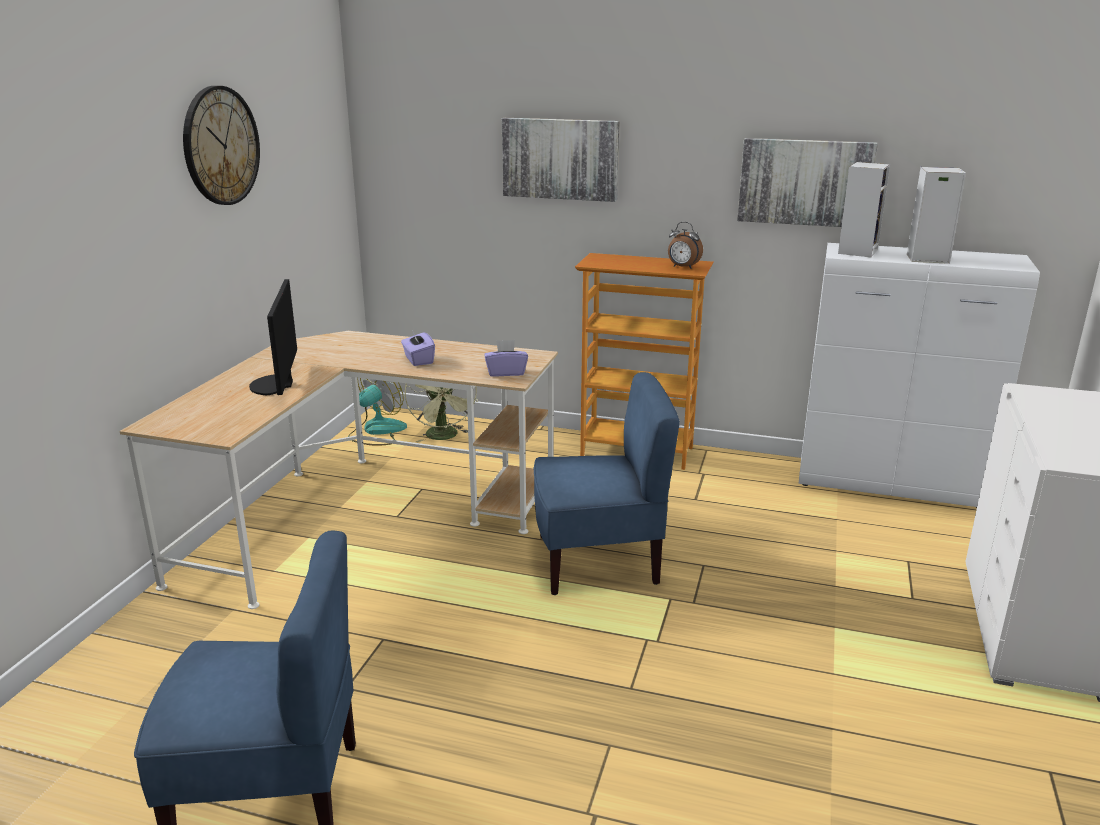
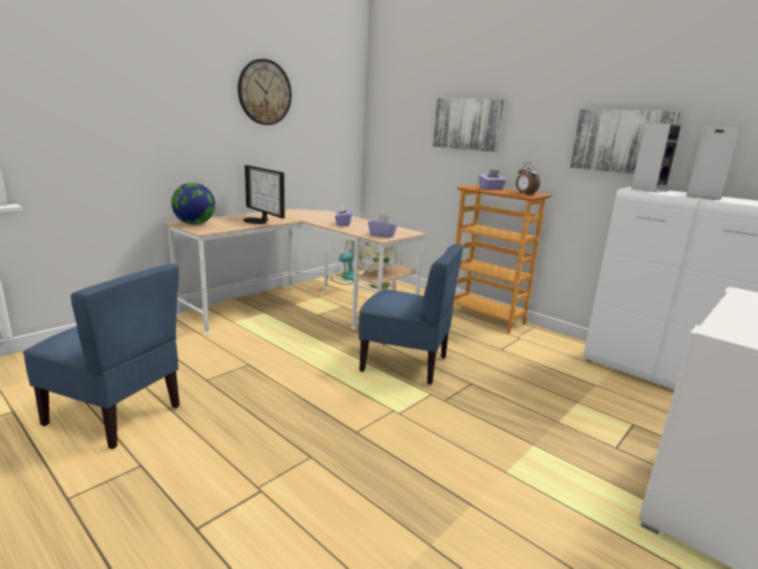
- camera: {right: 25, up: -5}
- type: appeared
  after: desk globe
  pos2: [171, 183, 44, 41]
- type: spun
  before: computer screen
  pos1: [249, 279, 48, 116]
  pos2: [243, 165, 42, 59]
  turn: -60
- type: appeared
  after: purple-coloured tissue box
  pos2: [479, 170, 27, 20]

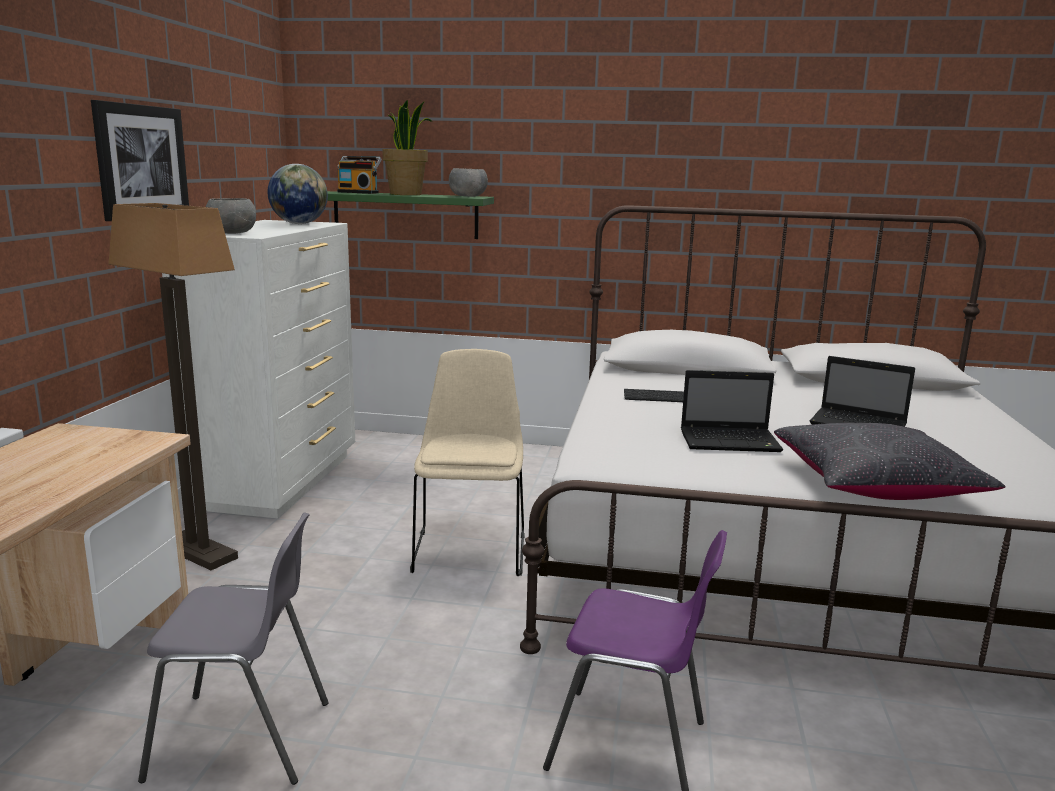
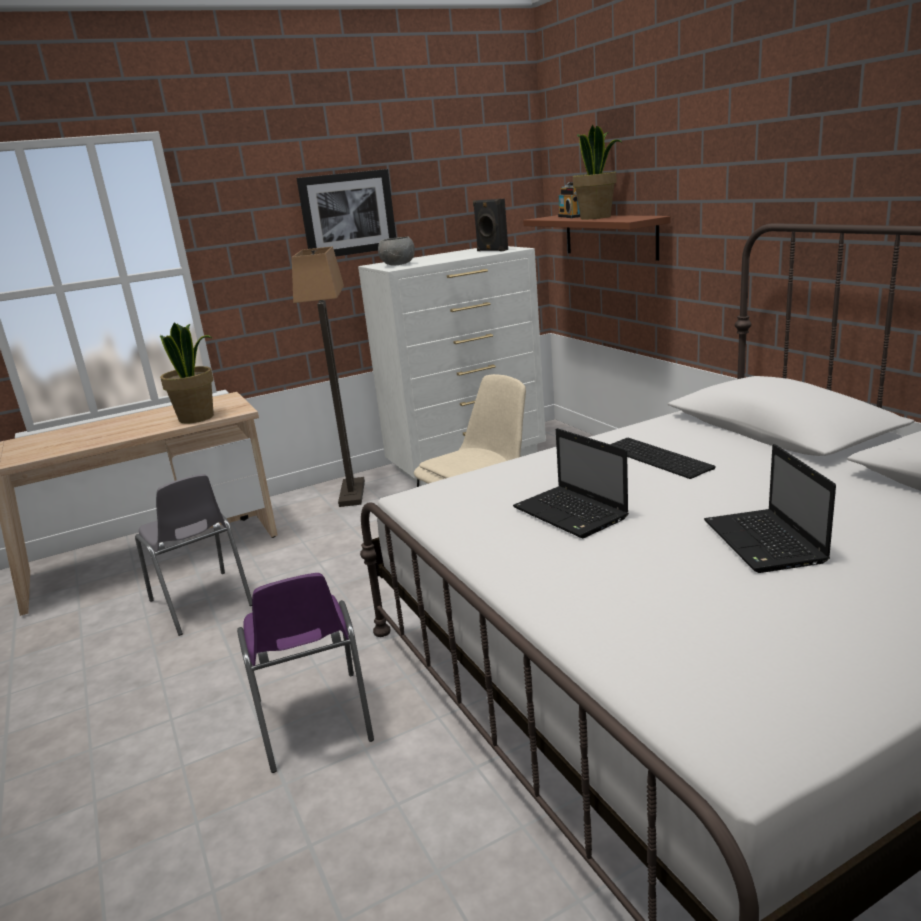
- camera: {right: 55, up: 5}
- type: appeared
  after: houseplant
  pos2: [160, 322, 54, 102]
- type: exchanged
  before: desk globe
  after: black-coloured speaker
  pos1: [268, 164, 60, 60]
  pos2: [473, 199, 35, 52]
- type: colour
  before: greenish wall shelf
  after: brown wall shelf
  pos1: [327, 191, 167, 48]
  pos2: [523, 215, 147, 46]
- type: missing
  before: grey serving bowl
  pos1: [449, 168, 39, 29]
- type: missing
  before: black-coloured cushion
  pos1: [774, 423, 232, 77]

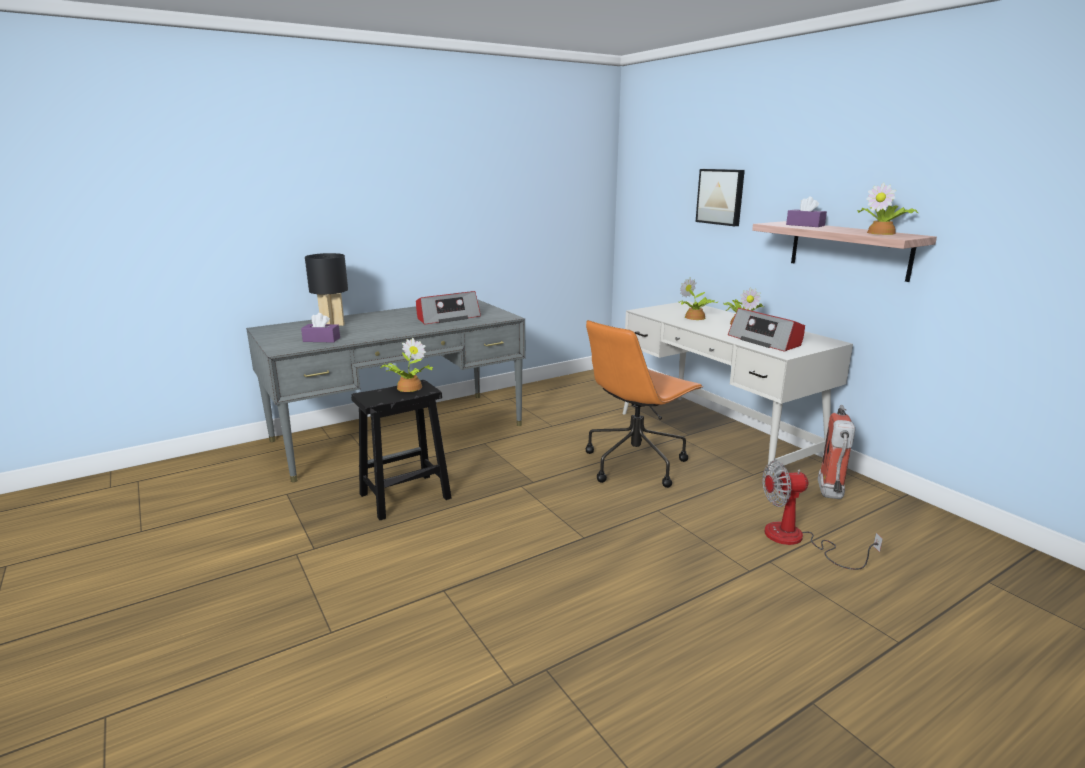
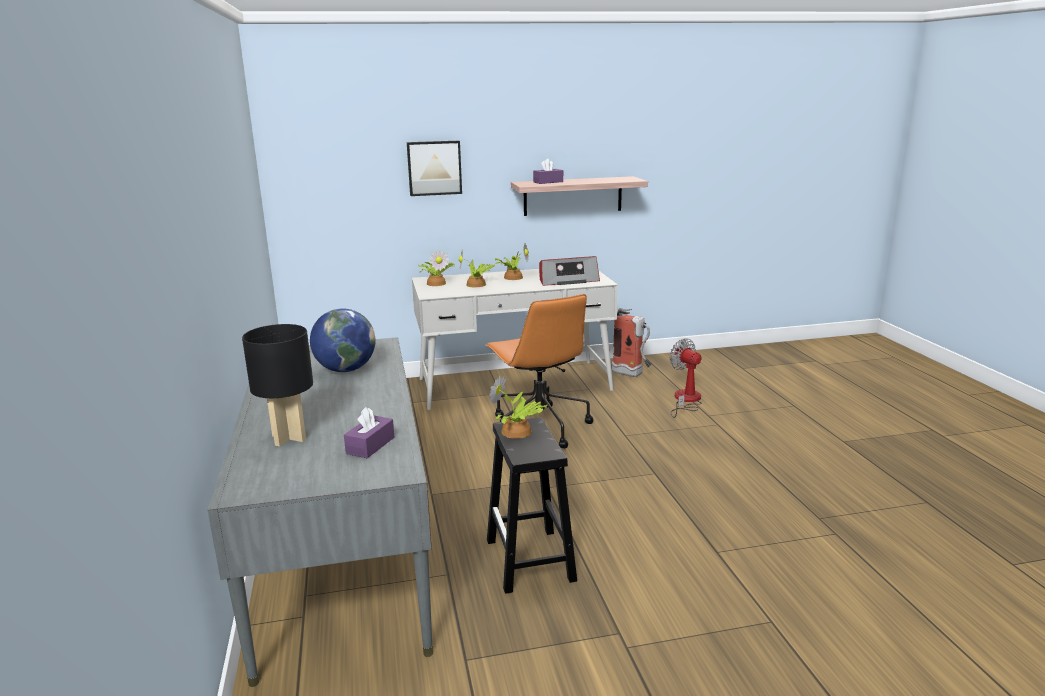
- camera: {right: -70, up: 0}
- type: exchanged
  before: radio set
  after: desk globe
  pos1: [416, 291, 65, 33]
  pos2: [310, 308, 65, 64]
- type: relocated
  before: houseplant
  pos1: [857, 182, 61, 53]
  pos2: [419, 250, 35, 36]
- type: spun
  before: cooling fan
  pos1: [762, 460, 121, 110]
  pos2: [670, 338, 32, 80]
  turn: 135

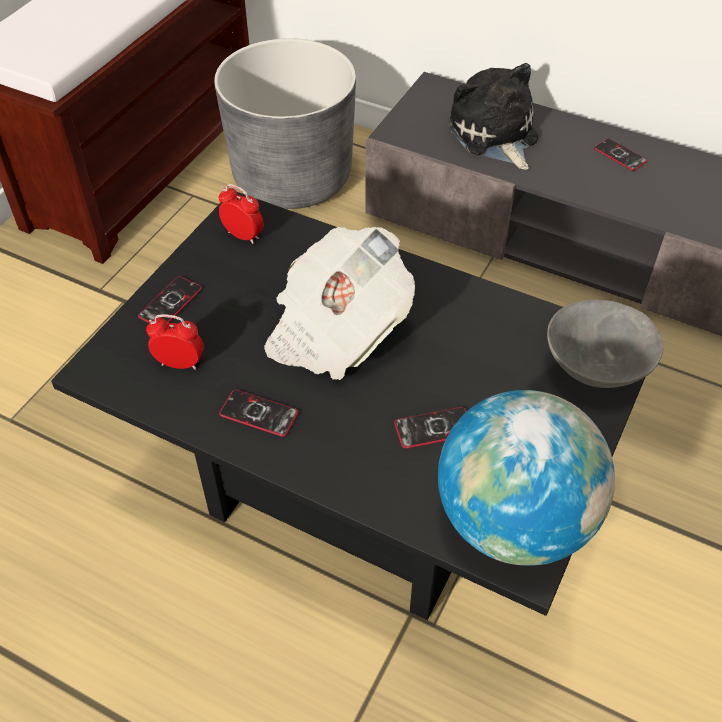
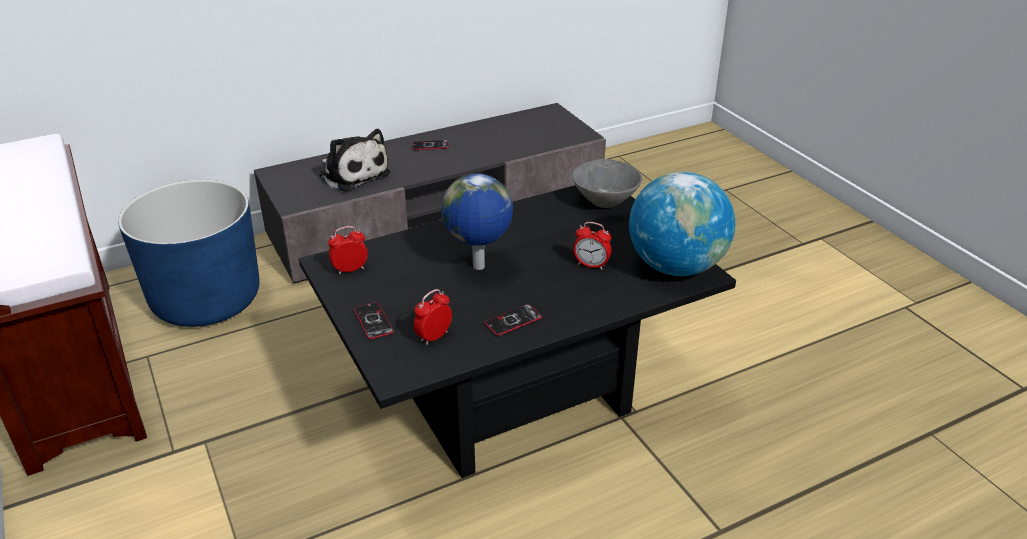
- camera: {right: -55, up: -15}
- type: colour
  before: grey flower pot
  after: bluish flower pot
  pos1: [214, 38, 142, 171]
  pos2: [118, 180, 142, 147]
- type: spun
  before: cuddly toy
  pos1: [449, 63, 89, 107]
  pos2: [320, 129, 70, 63]
  turn: -150
- type: exchanged
  before: newspaper
  after: desk globe
  pos1: [264, 227, 151, 153]
  pos2: [441, 174, 72, 96]
- type: exchanged
  before: handset
  after: alarm clock
  pos1: [394, 407, 72, 42]
  pos2: [573, 222, 38, 48]

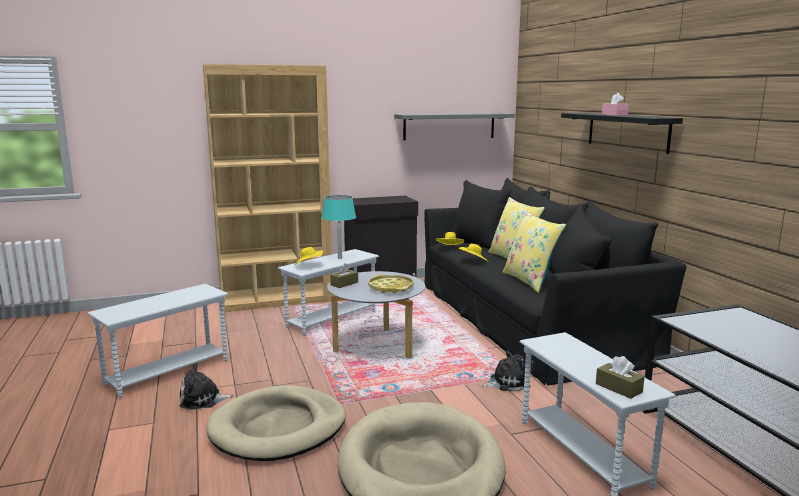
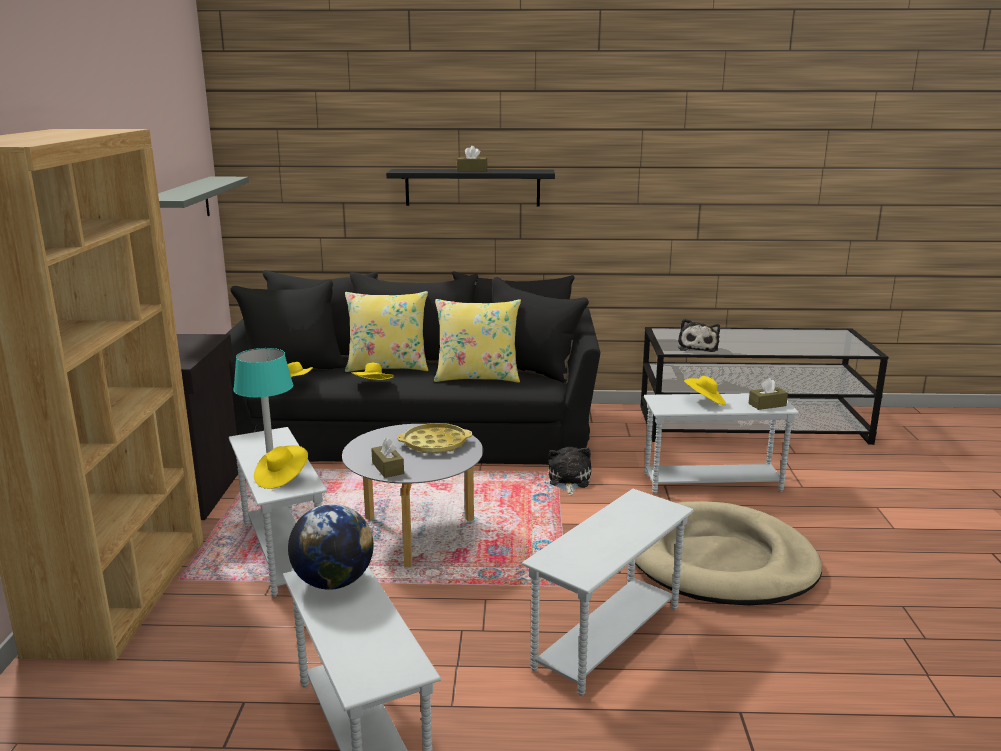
- camera: {right: -70, up: 5}
- type: appeared
  after: desk globe
  pos2: [288, 504, 86, 86]
- type: colour
  before: pinkish tissue box
  after: brown tissue box
  pos1: [602, 93, 27, 23]
  pos2: [457, 146, 30, 26]
- type: exchanged
  before: beige-coloured dog bed
  after: whitish accent table
  pos1: [206, 385, 140, 76]
  pos2: [522, 489, 172, 207]
- type: relocated
  before: cuddly toy
  pos1: [179, 363, 55, 47]
  pos2: [678, 319, 42, 33]
- type: appeared
  after: yellowish hat
  pos2: [684, 376, 42, 29]

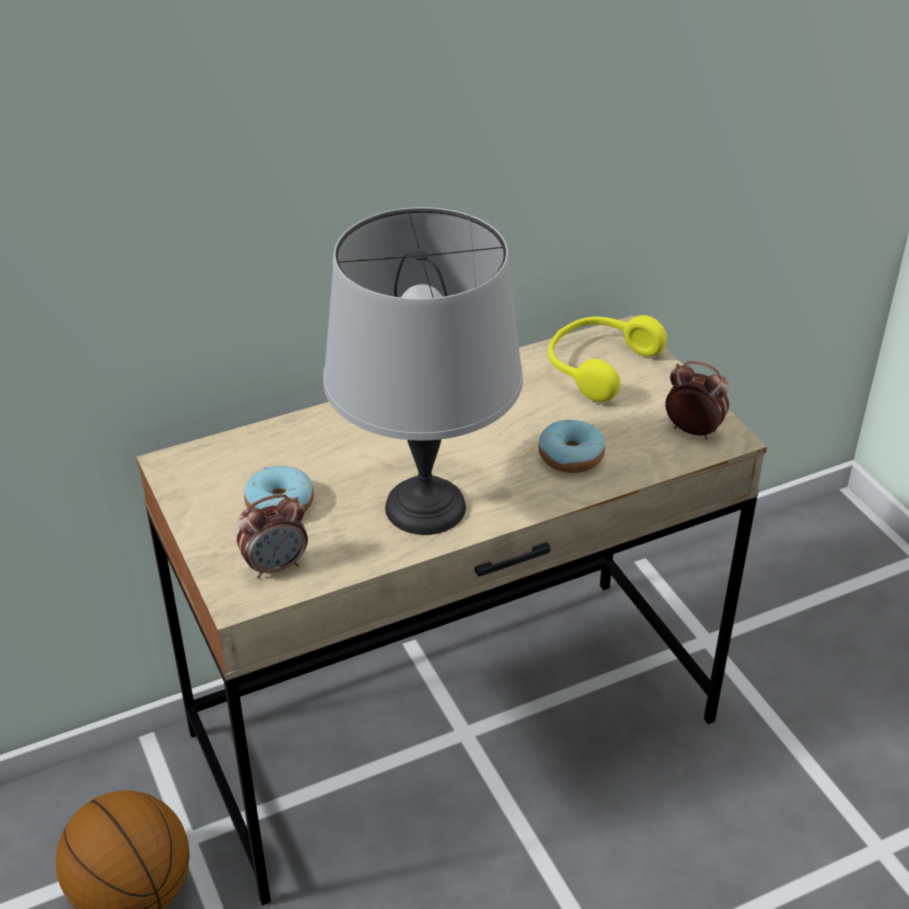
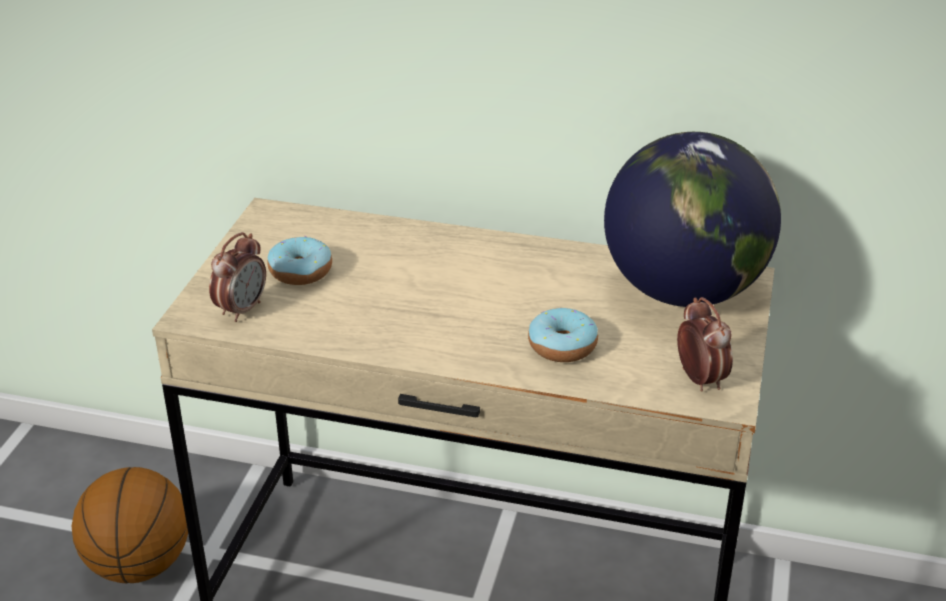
- camera: {right: 40, up: -5}
- type: spun
  before: alarm clock
  pos1: [237, 494, 71, 85]
  pos2: [209, 232, 57, 90]
  turn: -75
- type: exchanged
  before: yellowish headphones
  after: desk globe
  pos1: [548, 315, 119, 87]
  pos2: [604, 132, 177, 175]
- type: missing
  before: grey lamp for a table
  pos1: [323, 207, 200, 328]

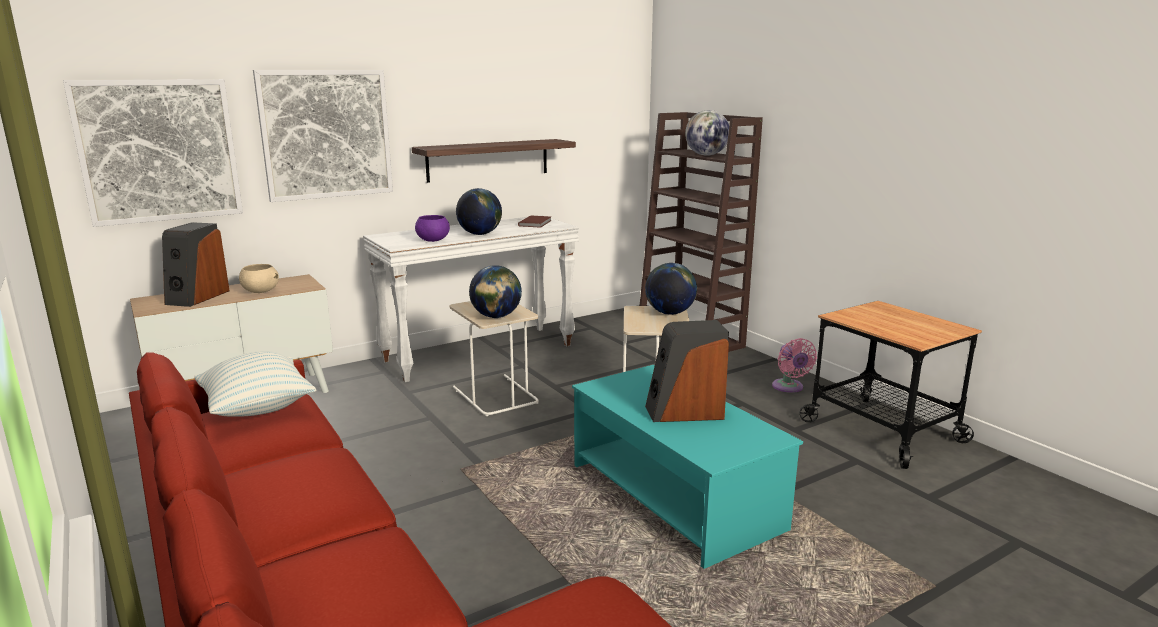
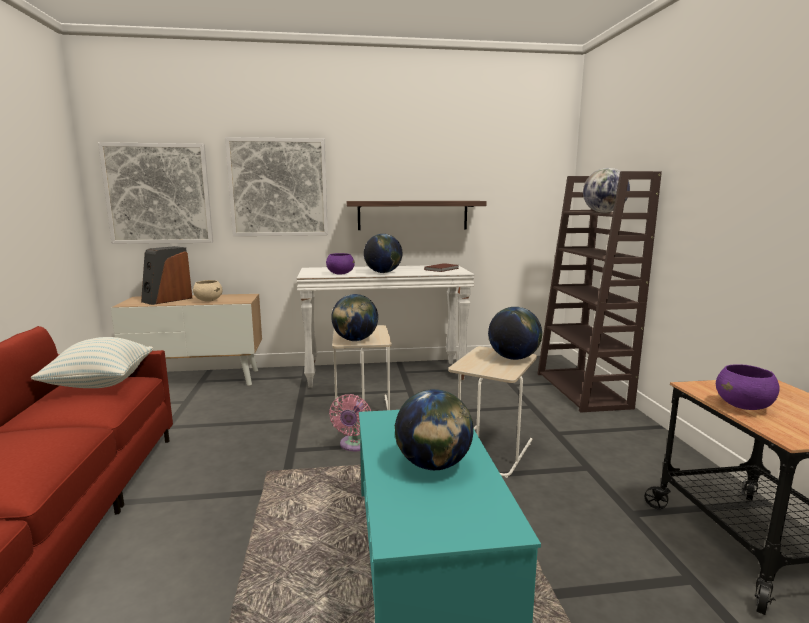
- camera: {right: 25, up: -5}
- type: relocated
  before: pinkish cooling fan
  pos1: [772, 338, 45, 55]
  pos2: [329, 394, 42, 58]
- type: exchanged
  before: speaker
  after: desk globe
  pos1: [645, 320, 84, 102]
  pos2: [395, 389, 79, 81]
- type: appeared
  after: purple-coloured serving bowl
  pos2: [716, 364, 64, 46]

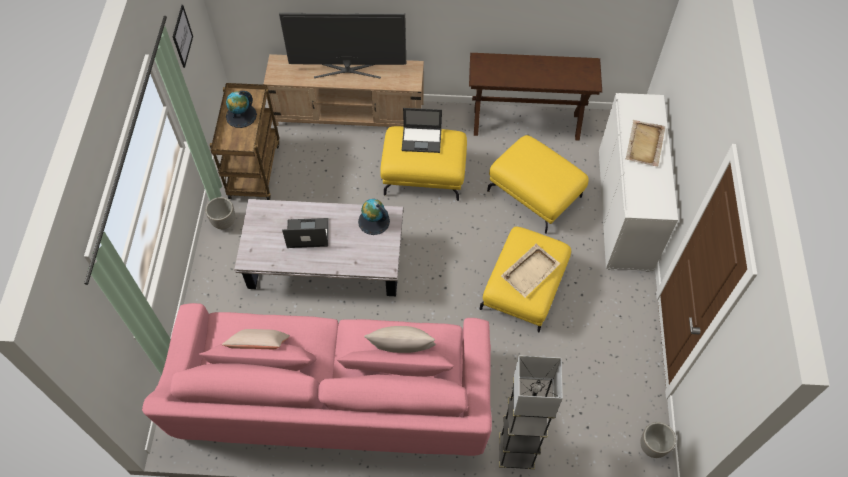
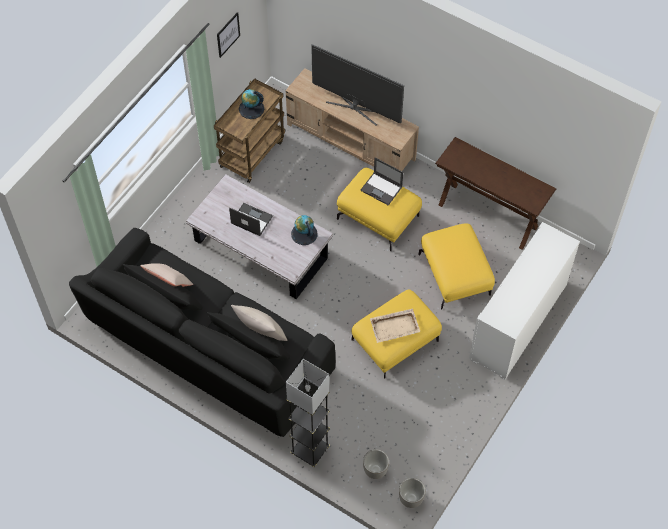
- camera: {right: 30, up: 0}
- type: colour
  before: pinkish sofa
  after: black-coloured sofa
  pos1: [142, 303, 350, 153]
  pos2: [69, 228, 266, 209]
- type: relocated
  before: flower pot
  pos1: [205, 197, 30, 32]
  pos2: [363, 449, 26, 30]
- type: missing
  before: beige-coloured tray
  pos1: [626, 120, 39, 47]

